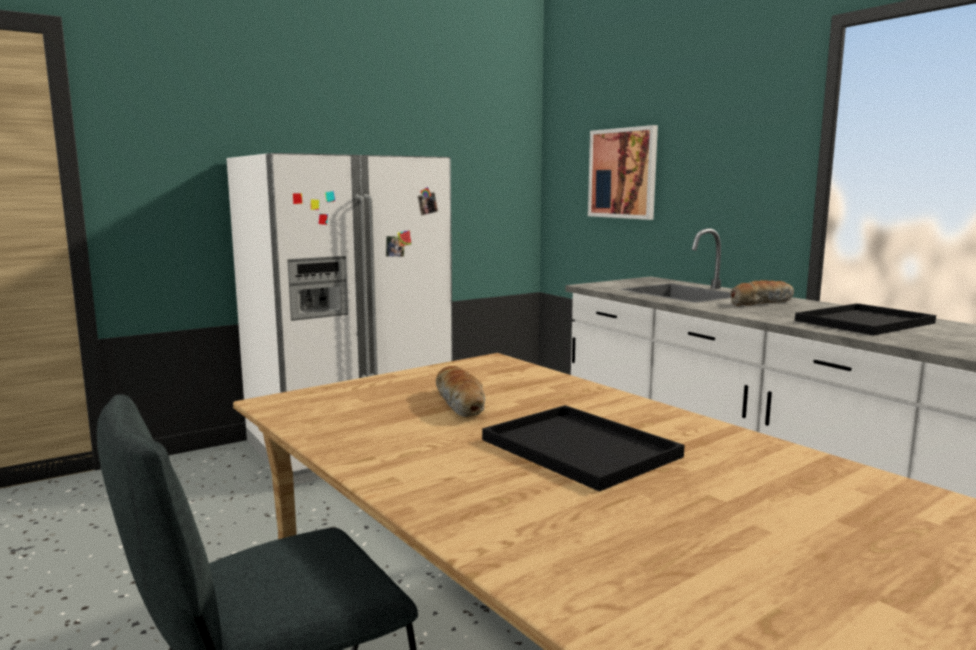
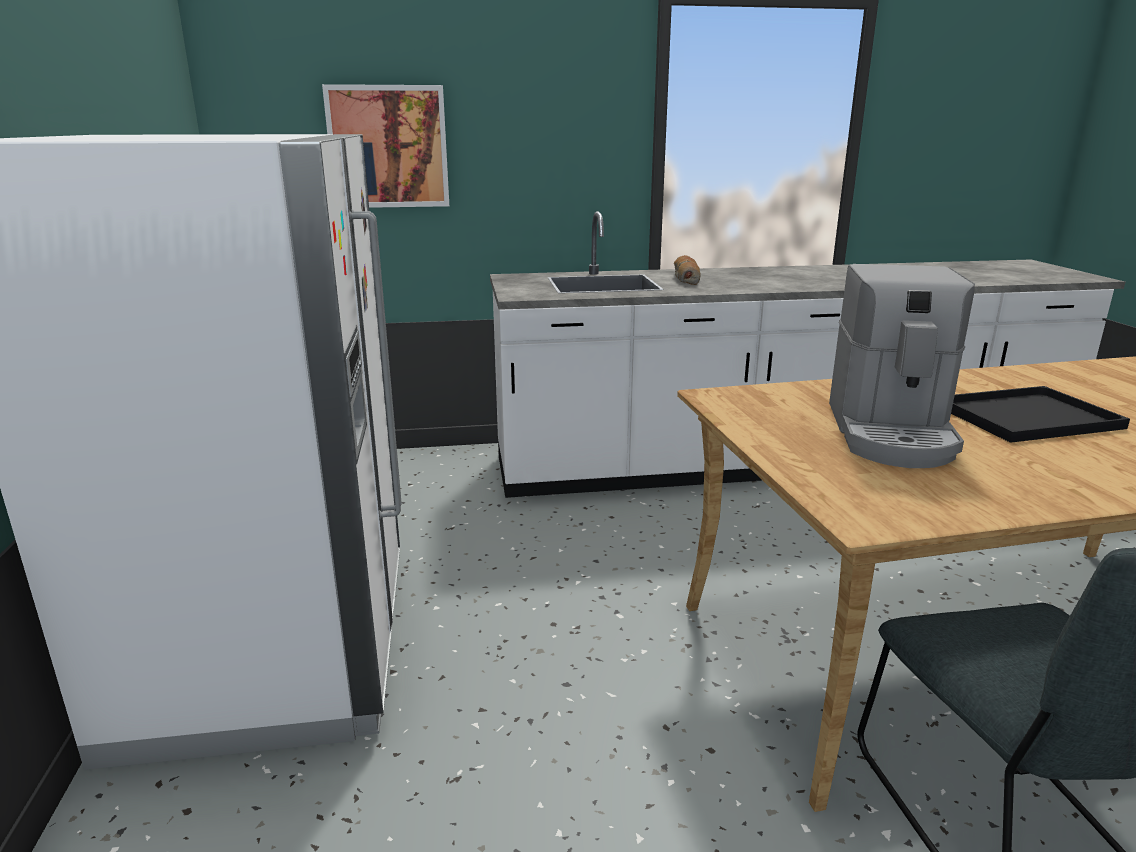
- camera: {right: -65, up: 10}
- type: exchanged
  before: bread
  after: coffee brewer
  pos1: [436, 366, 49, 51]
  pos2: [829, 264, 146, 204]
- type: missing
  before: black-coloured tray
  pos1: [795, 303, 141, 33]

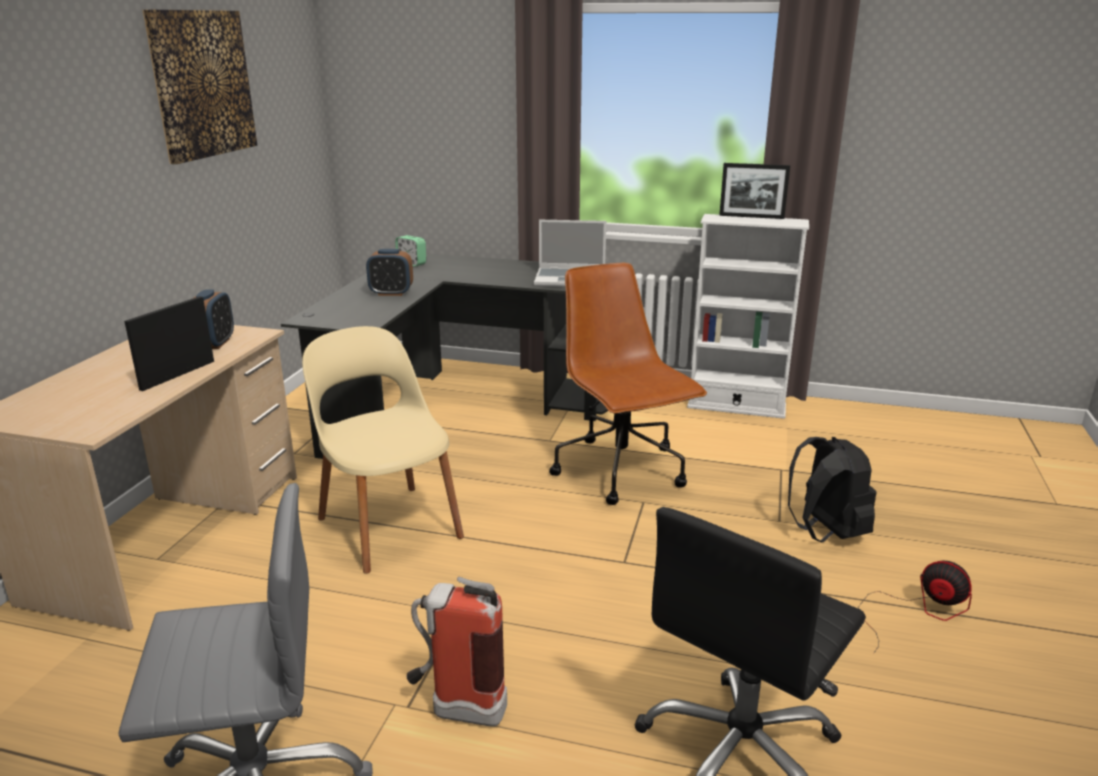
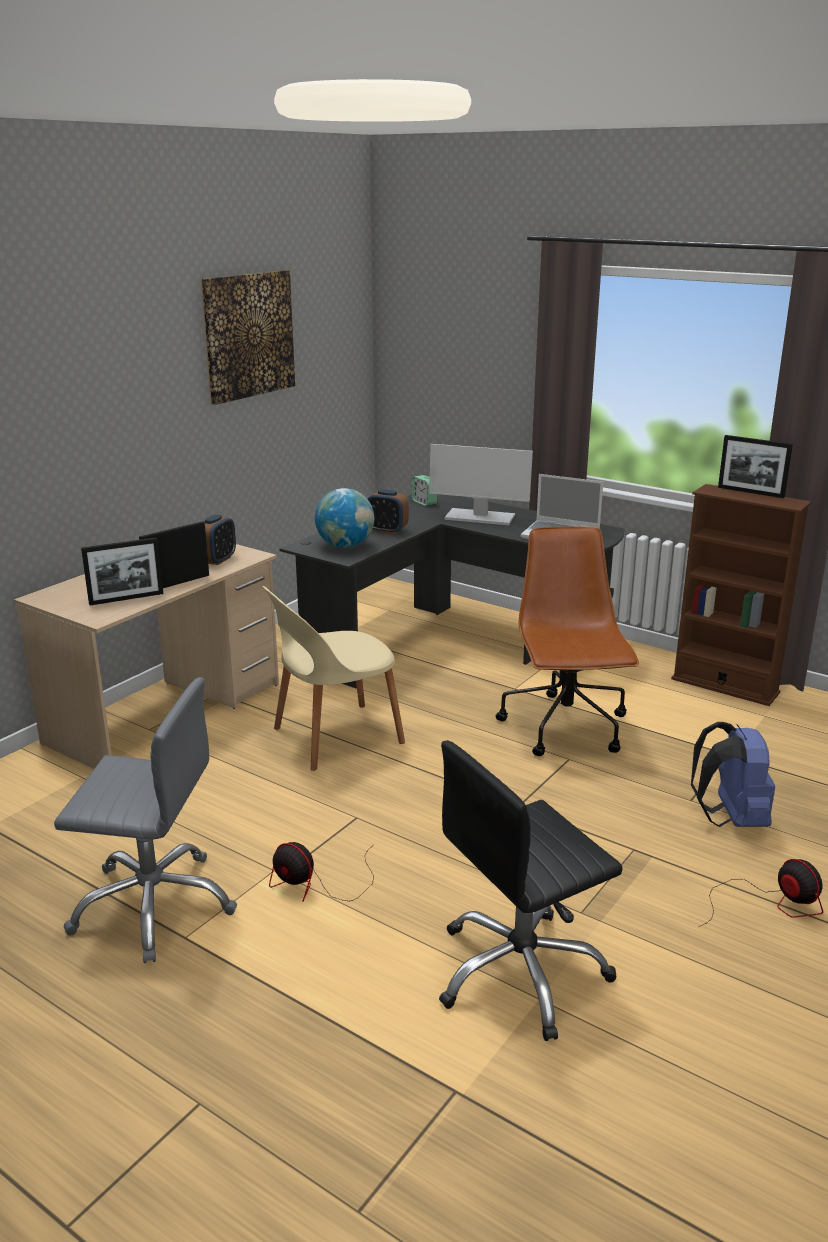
- camera: {right: 20, up: 0}
- type: appeared
  after: photo frame
  pos2: [81, 537, 82, 69]
- type: spun
  before: beige-coloured chair
  pos1: [302, 326, 162, 248]
  pos2: [262, 586, 143, 185]
  turn: -105
- type: exchanged
  before: fire extinguisher
  after: cooling fan
  pos1: [407, 577, 100, 150]
  pos2: [269, 842, 105, 60]
- type: appeared
  after: desk globe
  pos2: [315, 488, 59, 60]
- type: appeared
  after: computer screen
  pos2: [429, 444, 104, 81]
- type: colour
  before: whitish bookcase
  after: brown bookcase
  pos1: [687, 214, 122, 205]
  pos2: [671, 484, 140, 222]
- type: colour
  before: black-coloured backpack
  after: bluish backpack
  pos1: [788, 437, 88, 105]
  pos2: [691, 722, 84, 105]

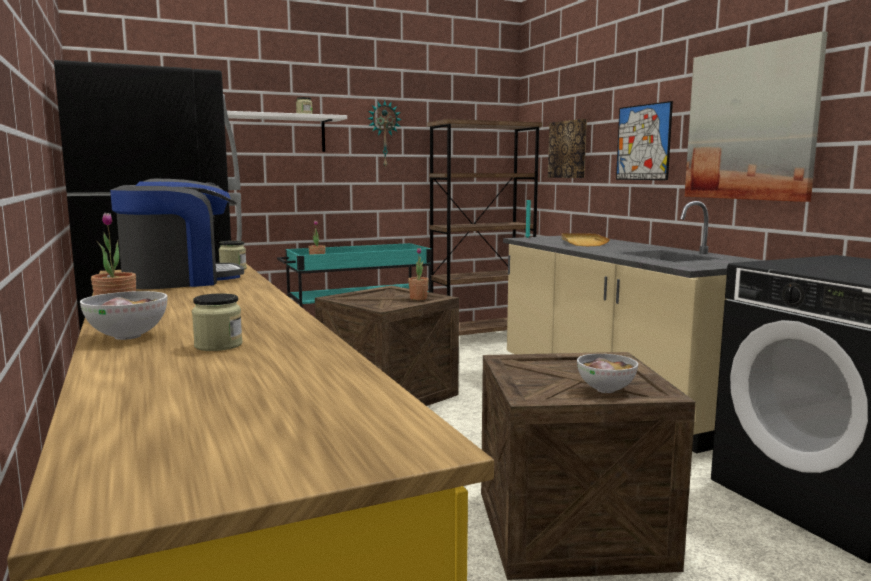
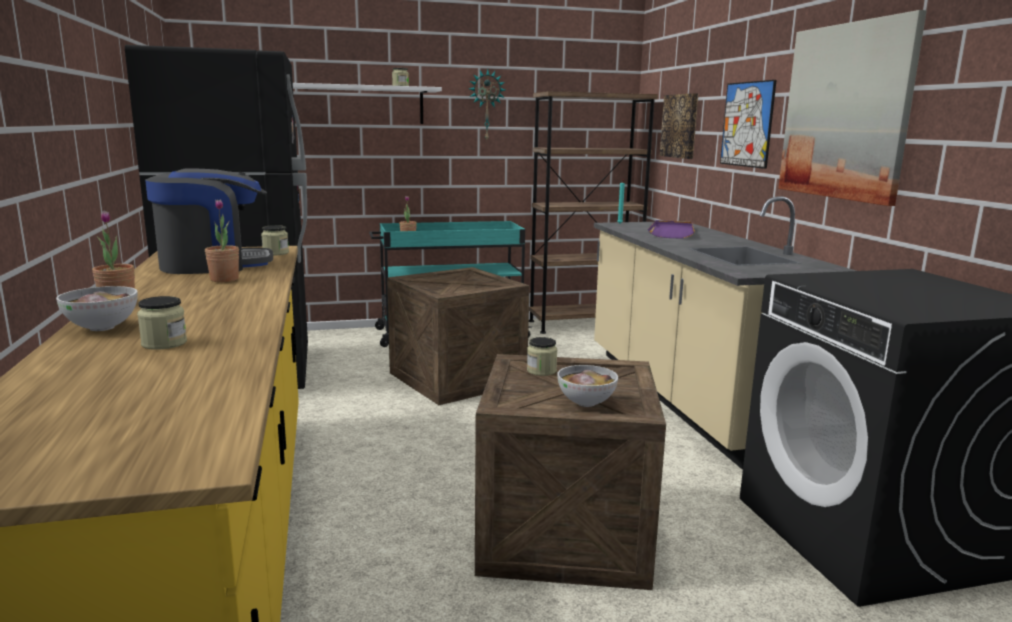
- camera: {right: 10, up: 5}
- type: relocated
  before: houseplant
  pos1: [408, 248, 21, 52]
  pos2: [205, 199, 34, 83]
- type: appeared
  after: preserve jar
  pos2: [527, 337, 30, 39]
- type: colour
  before: beige-coloured tray
  after: purple-coloured tray
  pos1: [562, 233, 48, 13]
  pos2: [648, 220, 47, 18]

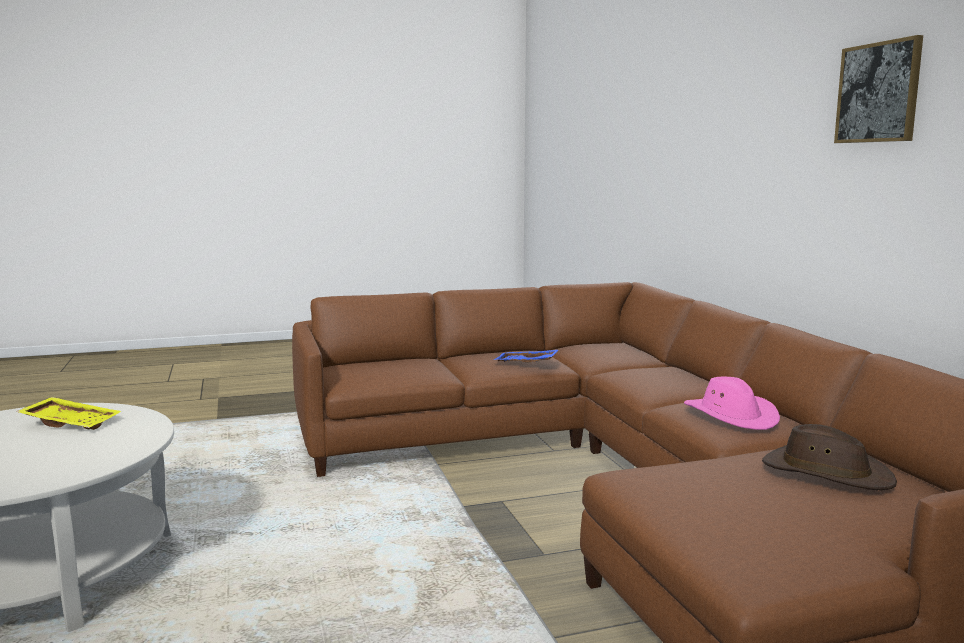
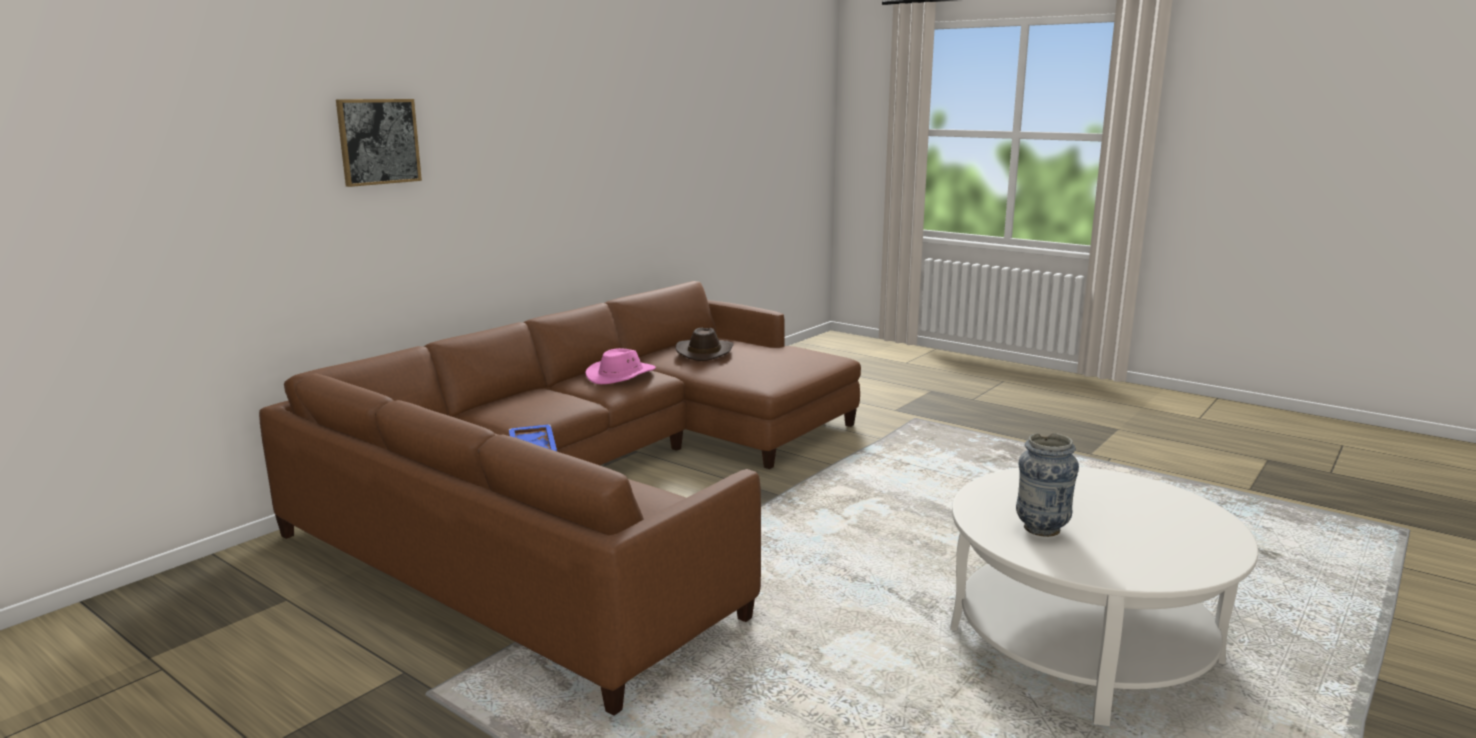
- camera: {right: -125, up: 5}
- type: relocated
  before: picture
  pos1: [834, 35, 89, 108]
  pos2: [336, 99, 86, 88]
- type: exchanged
  before: yellowish tray
  after: flower vase
  pos1: [16, 397, 105, 33]
  pos2: [1016, 433, 63, 104]

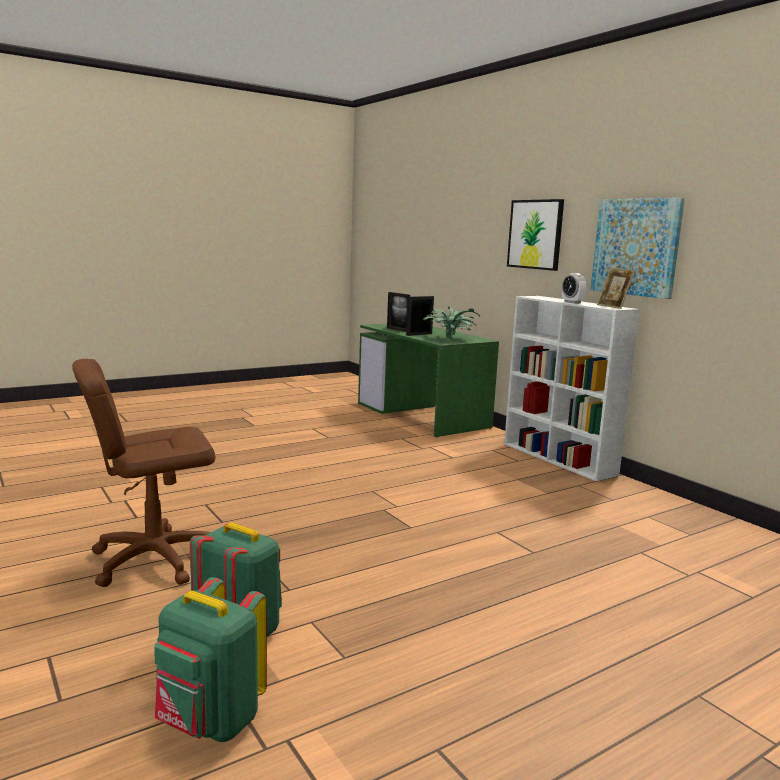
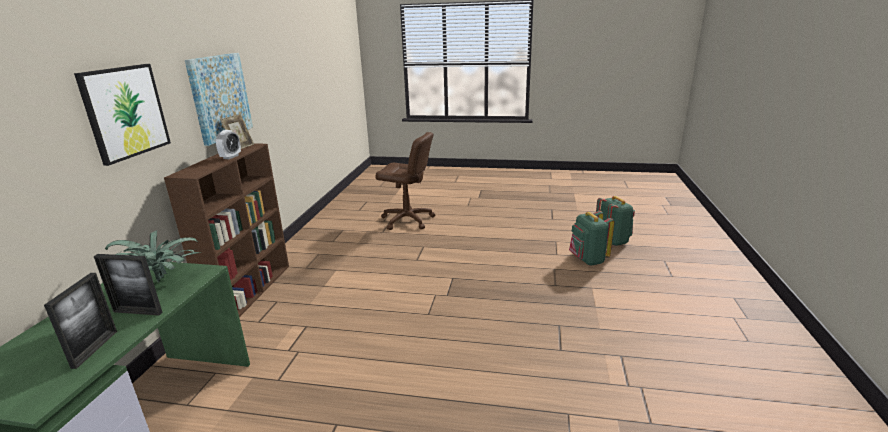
- camera: {right: -135, up: 10}
- type: colour
  before: whitish bookcase
  after: brown bookcase
  pos1: [504, 296, 136, 185]
  pos2: [164, 143, 125, 174]
- type: relocated
  before: brown desk chair
  pos1: [72, 359, 143, 228]
  pos2: [375, 132, 60, 98]

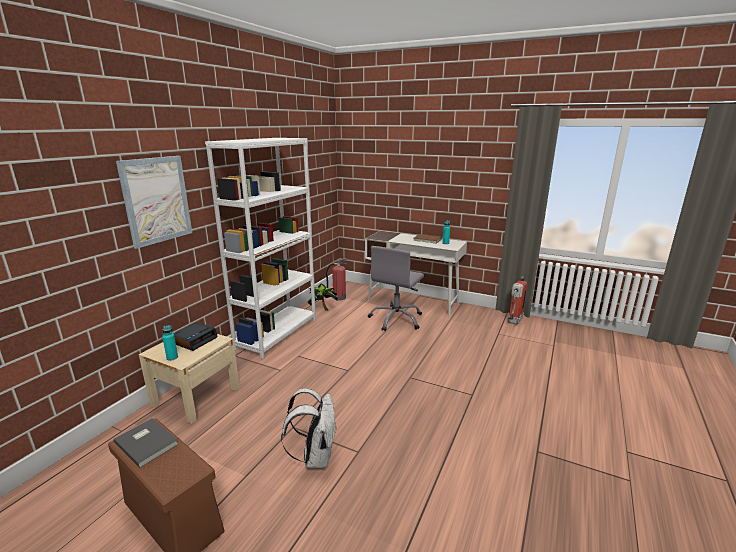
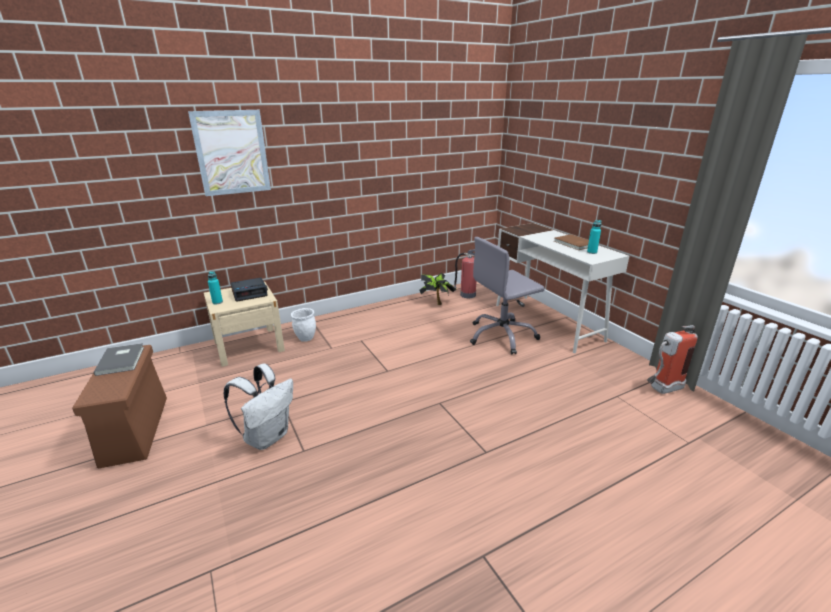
- camera: {right: 35, up: 5}
- type: appeared
  after: whitish flower pot
  pos2: [291, 308, 25, 34]
- type: missing
  before: whitish bookcase
  pos1: [205, 138, 111, 221]

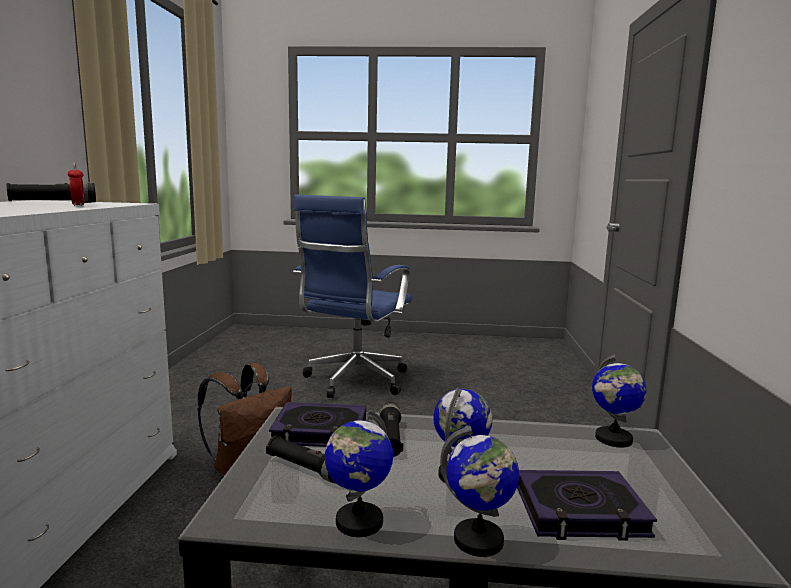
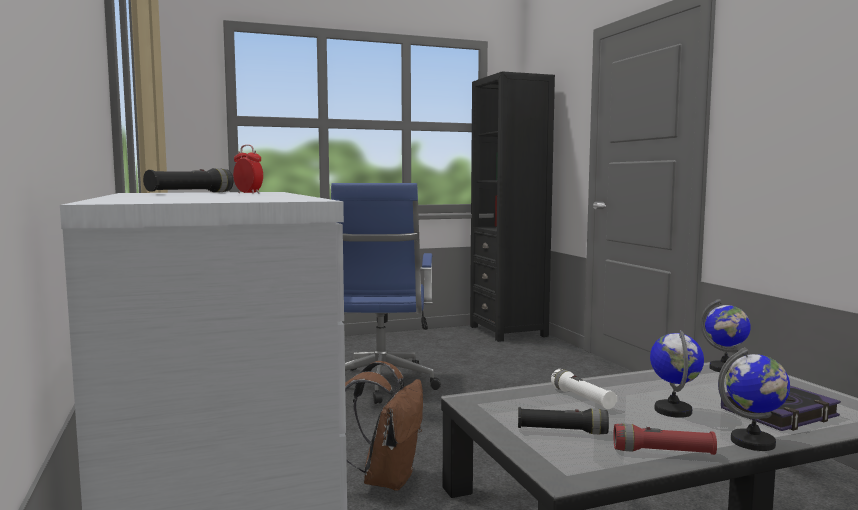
- camera: {right: -25, up: -5}
- type: appeared
  after: black-coloured bookcase
  pos2: [470, 71, 85, 271]
- type: colour
  before: black-coloured hand torch
  after: whitish hand torch
  pos1: [379, 402, 24, 55]
  pos2: [551, 369, 66, 40]
- type: exchanged
  before: desk globe
  after: red hand torch
  pos1: [325, 410, 68, 127]
  pos2: [614, 424, 103, 31]
- type: missing
  before: book
  pos1: [269, 402, 97, 45]

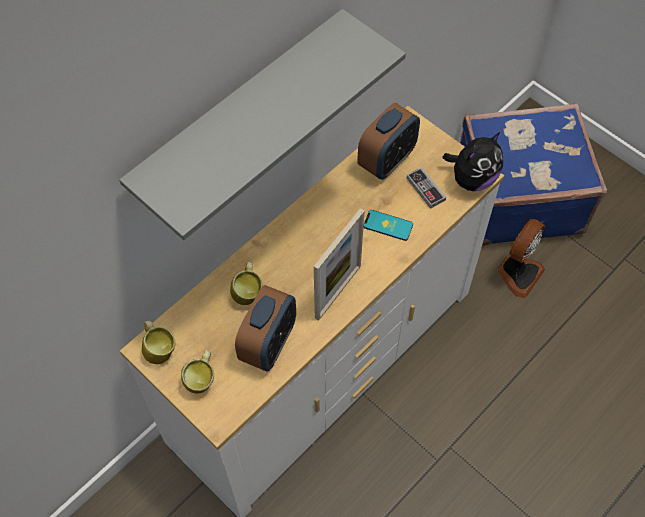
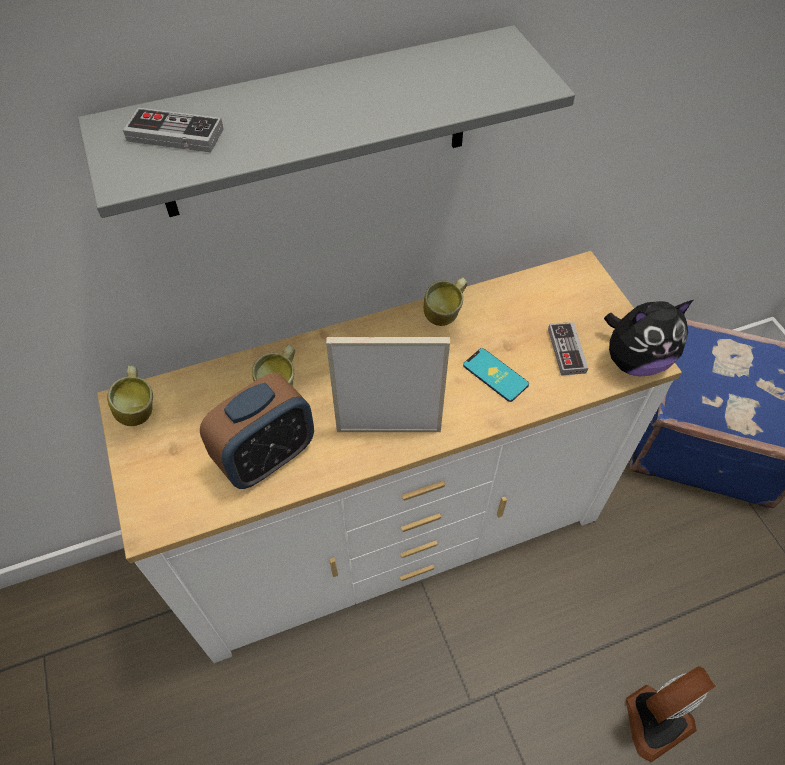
- camera: {right: 25, up: -5}
- type: appeared
  after: gamepad
  pos2: [123, 108, 100, 45]
- type: spun
  before: photo frame
  pos1: [314, 208, 51, 113]
  pos2: [326, 337, 124, 95]
  turn: -150
- type: relocated
  before: tea mug
  pos1: [181, 350, 33, 44]
  pos2: [424, 278, 43, 48]
- type: relocated
  before: cooling fan
  pos1: [497, 219, 48, 79]
  pos2: [625, 666, 91, 96]
- type: missing
  before: alarm clock
  pos1: [357, 103, 63, 77]

